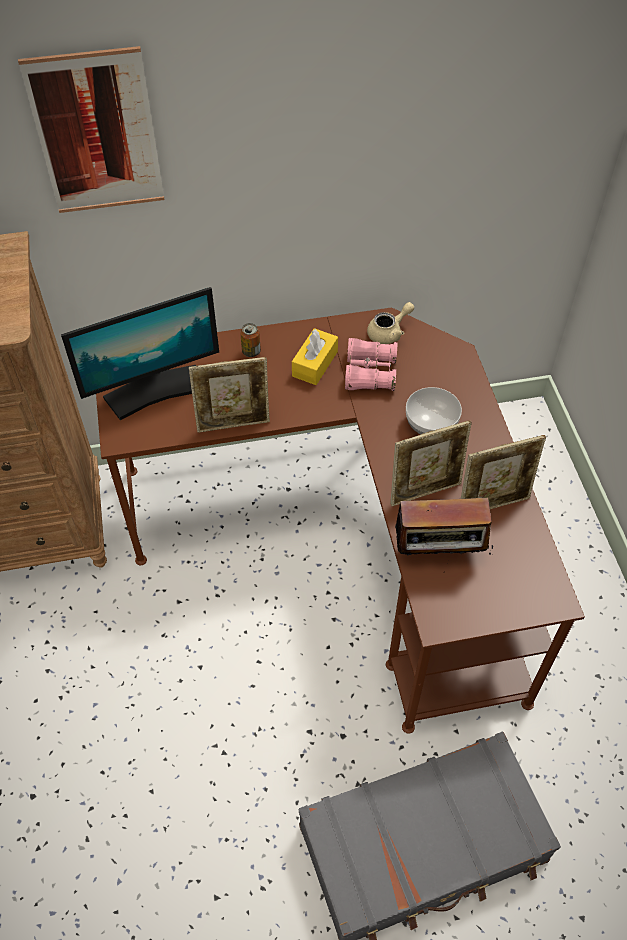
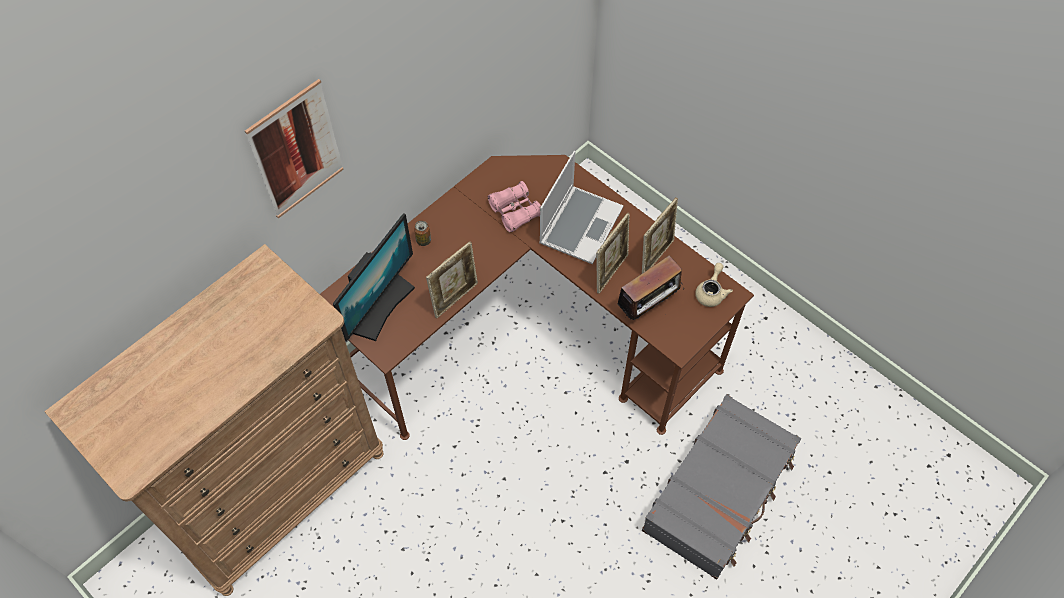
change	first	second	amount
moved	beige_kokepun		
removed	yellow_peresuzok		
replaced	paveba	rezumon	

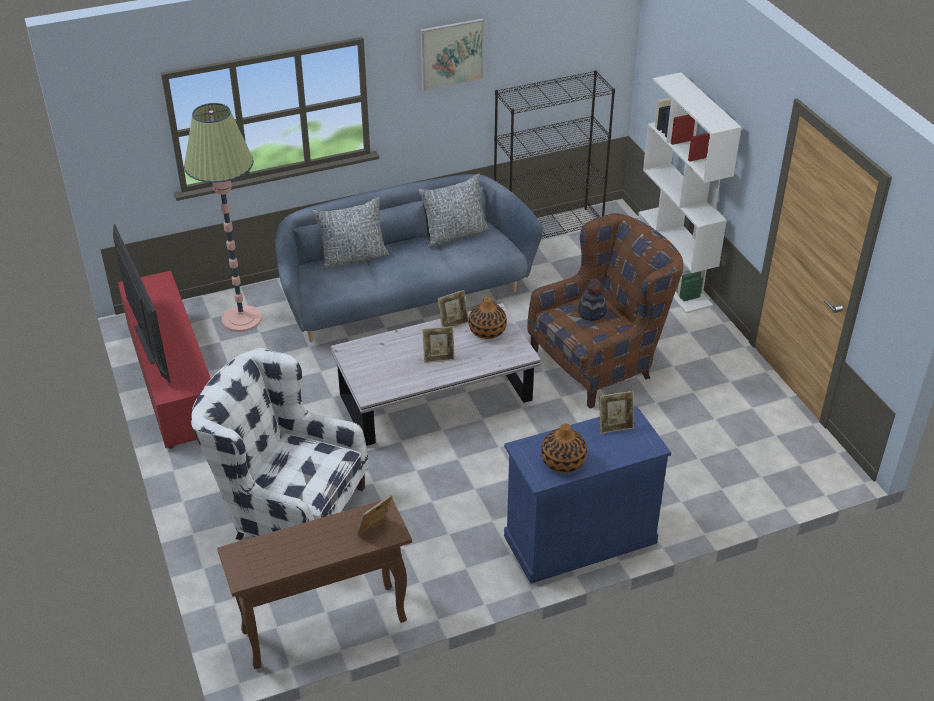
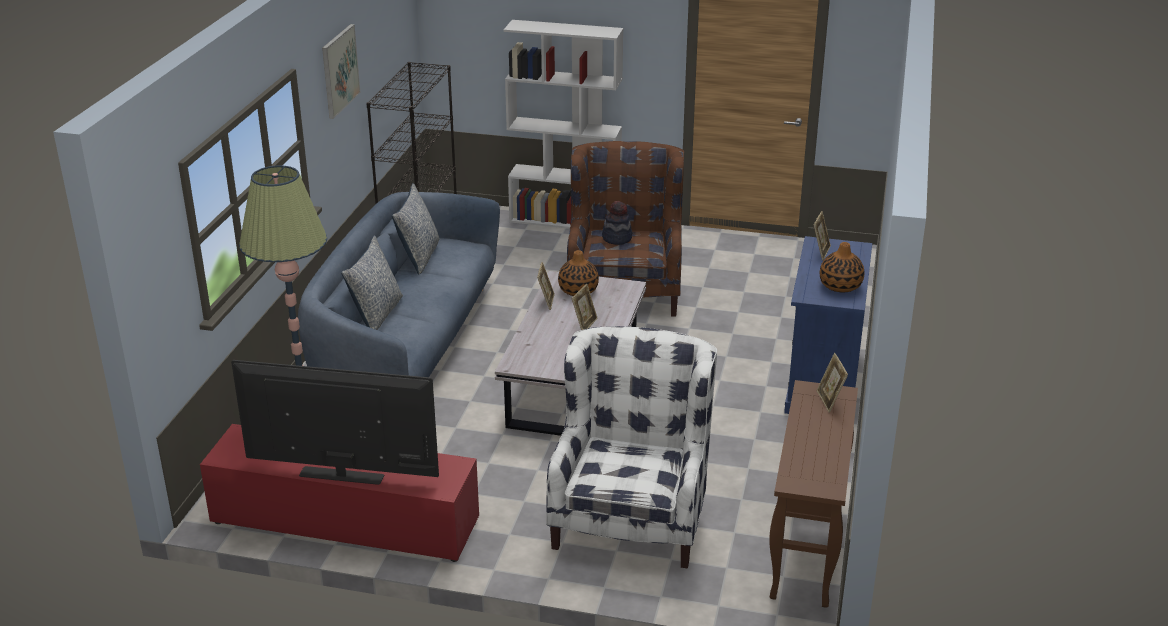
change	first	second	amount
turned	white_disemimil		135 degrees clockwise

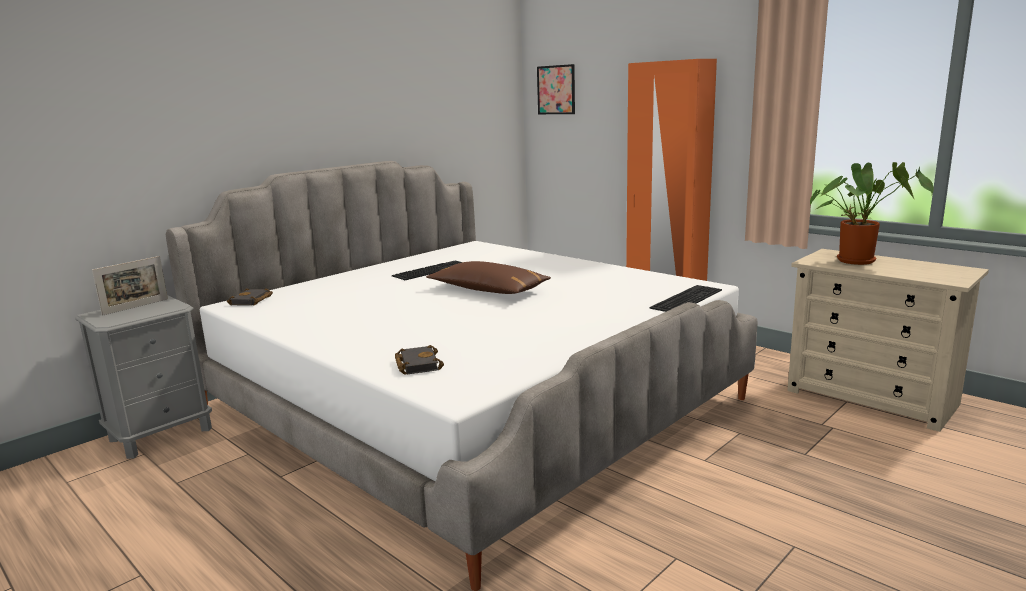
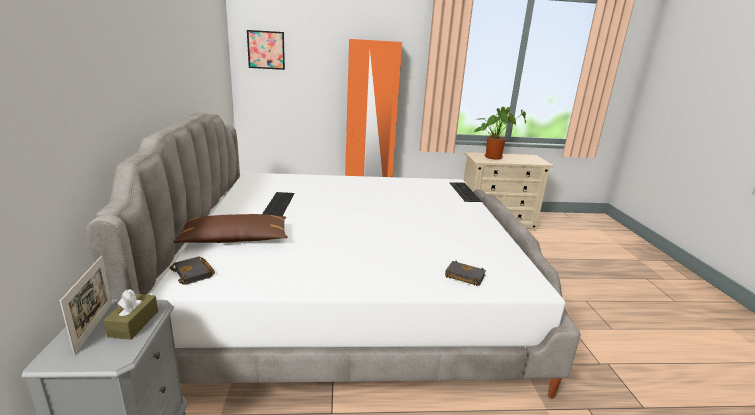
change	first	second	amount
moved	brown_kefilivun		
added		brown_peresuzok	

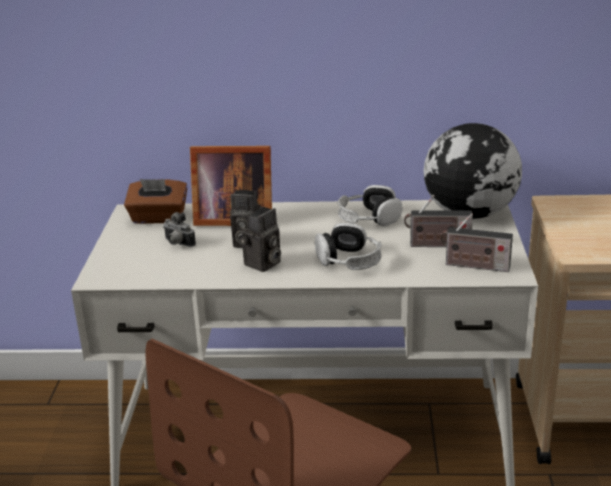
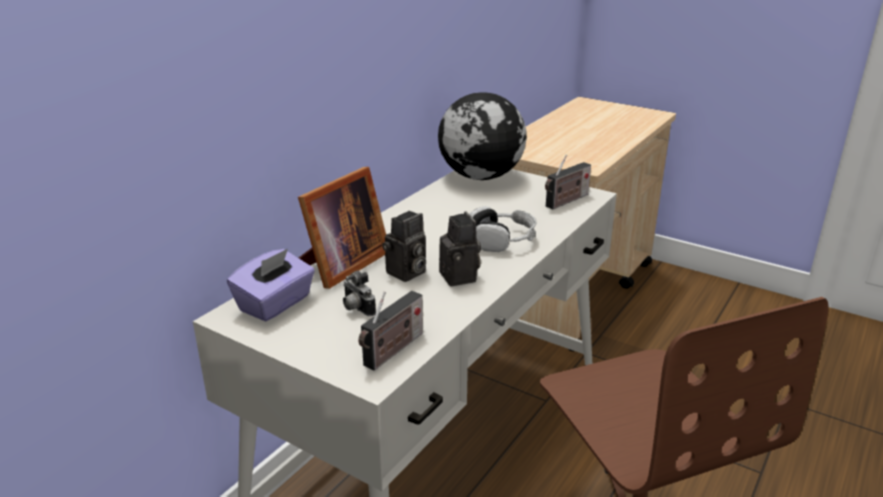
change	first	second	amount
recoloured	brown_peresuzok	purple_peresuzok	
removed	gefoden (2nd from left)		
moved	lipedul (1st from left)		
turned	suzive (1st from left)		75 degrees clockwise

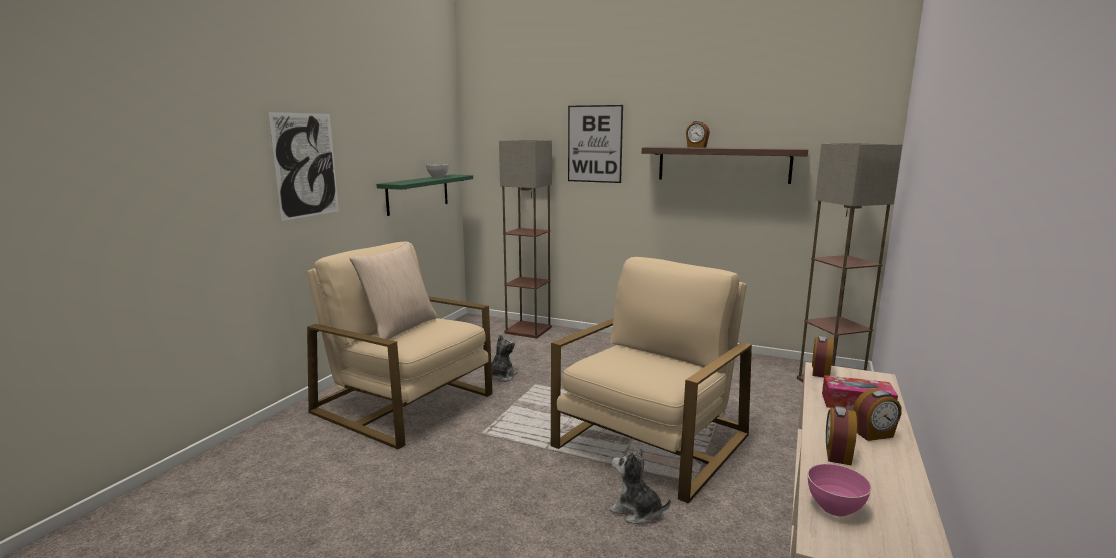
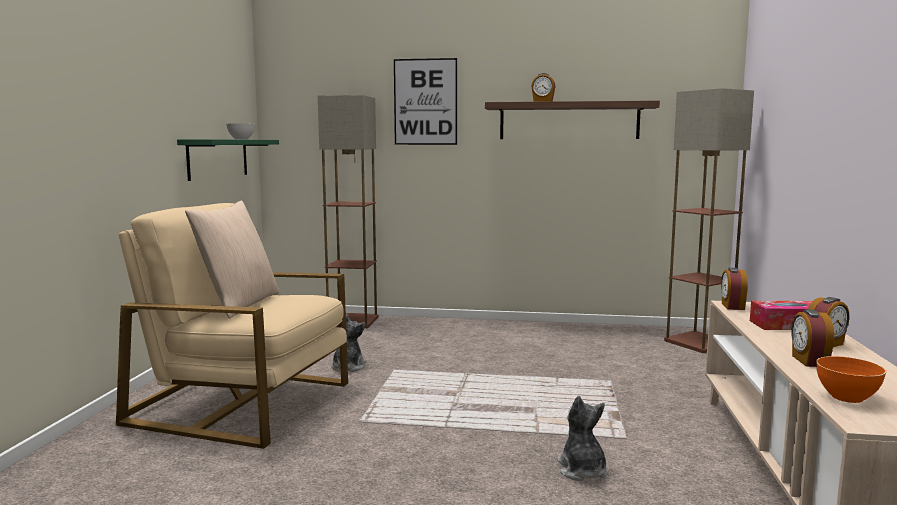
change	first	second	amount
removed	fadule (1st from left)		
removed	beige_disemimil (2nd from left)		
turned	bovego (2nd from left)		60 degrees clockwise
recoloured	pink_paveba	orange_paveba	

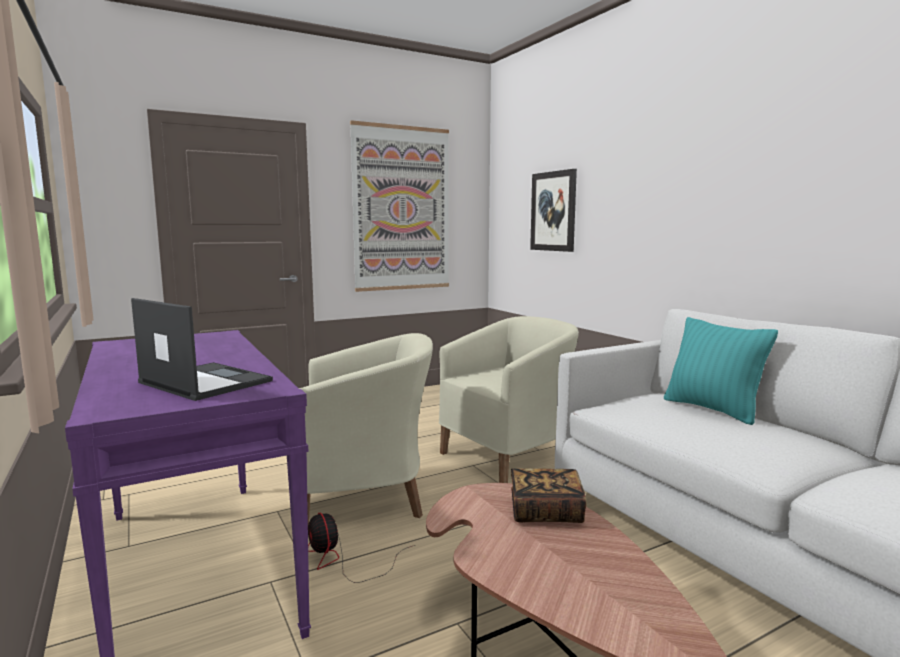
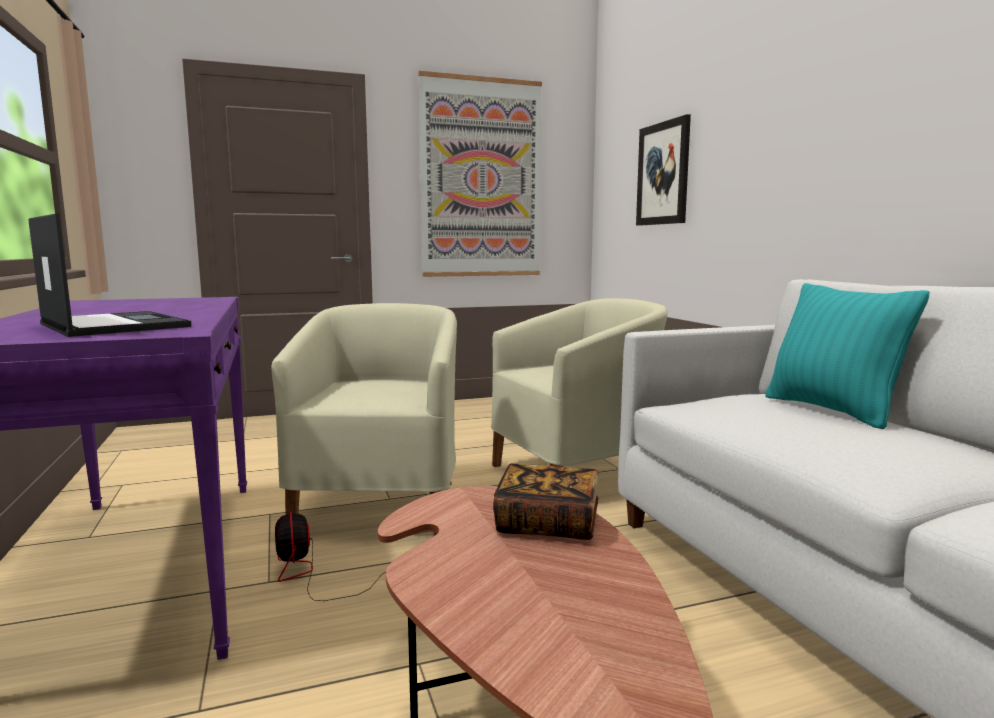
change	first	second	amount
turned	beige_disemimil (1st from left)		90 degrees counterclockwise

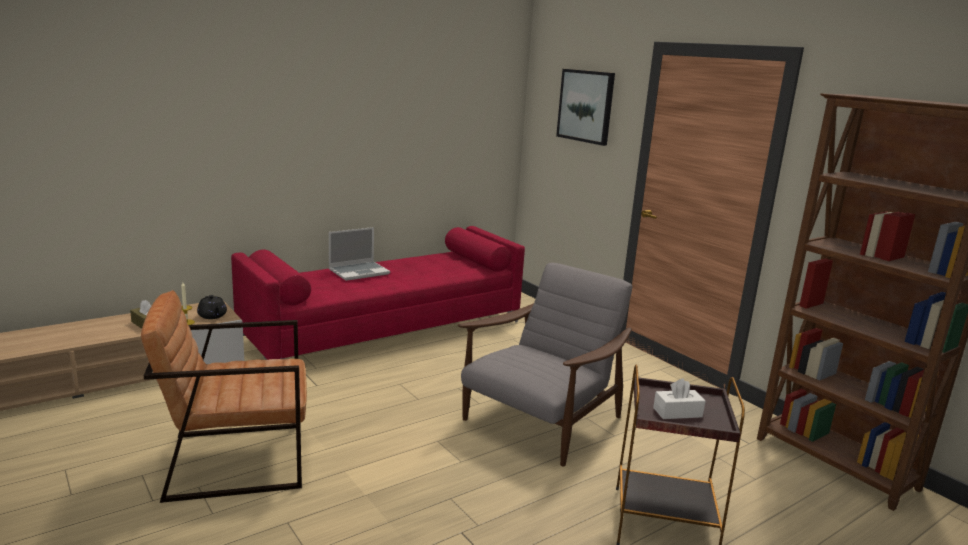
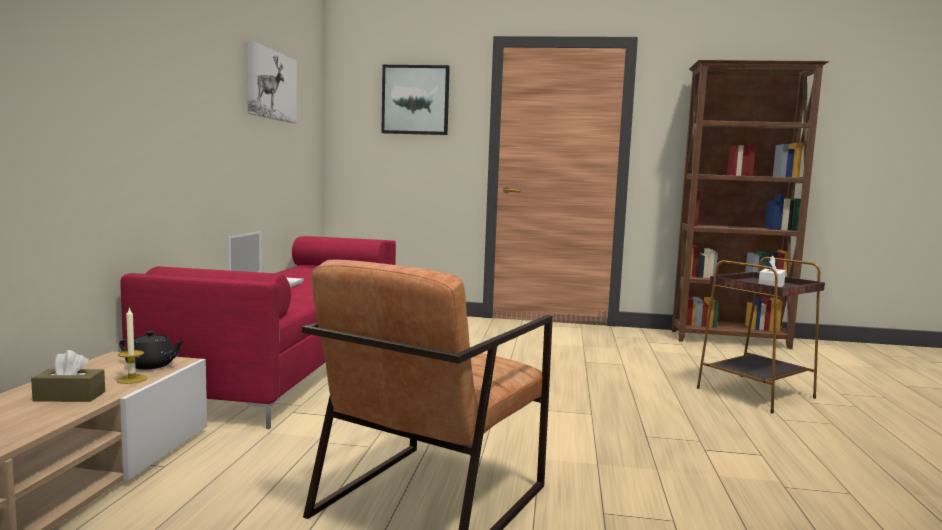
change	first	second	amount
removed	grey_disemimil		
added		fadule (1st from left)	

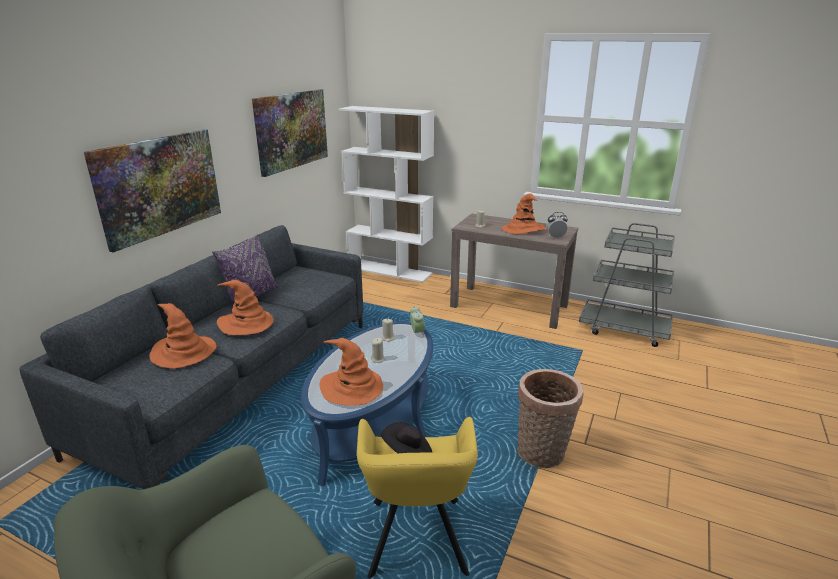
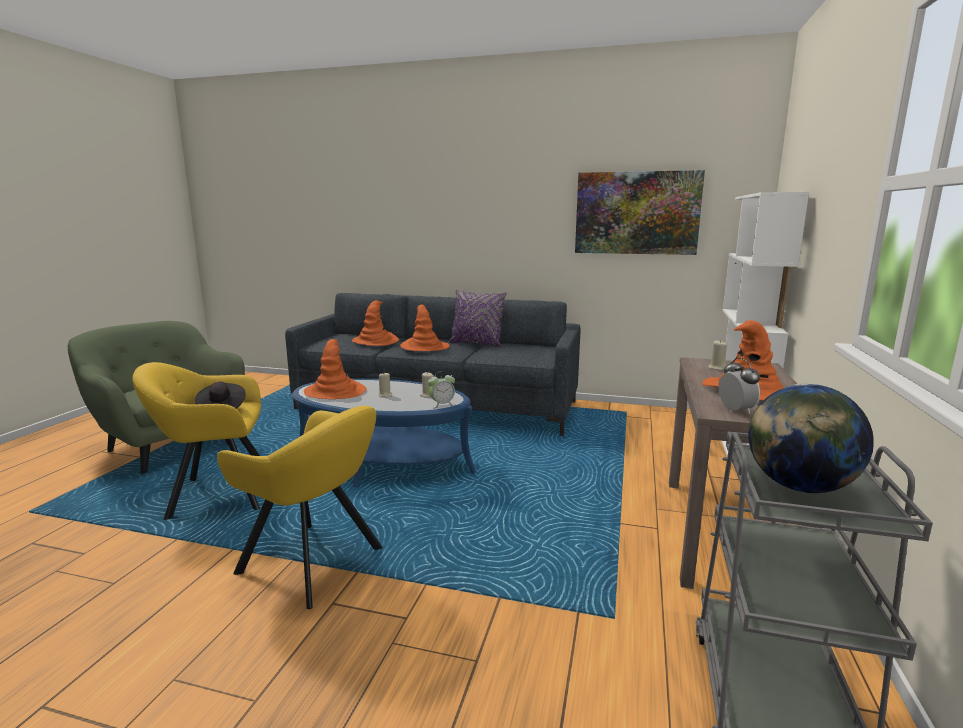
change	first	second	amount
removed	fadule (1st from left)		
replaced	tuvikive	yellow_disemimil (2nd from left)	
added		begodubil	

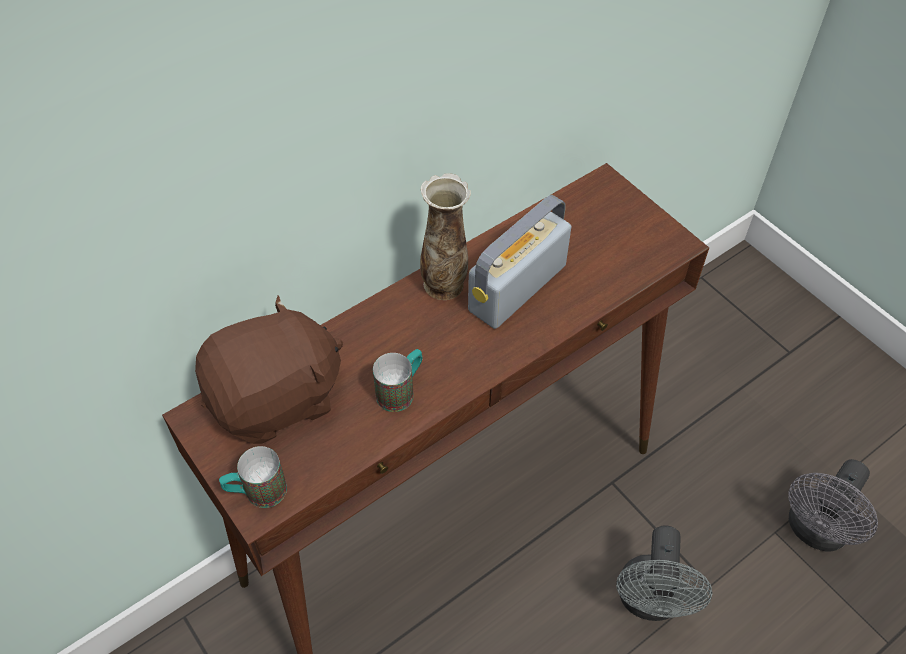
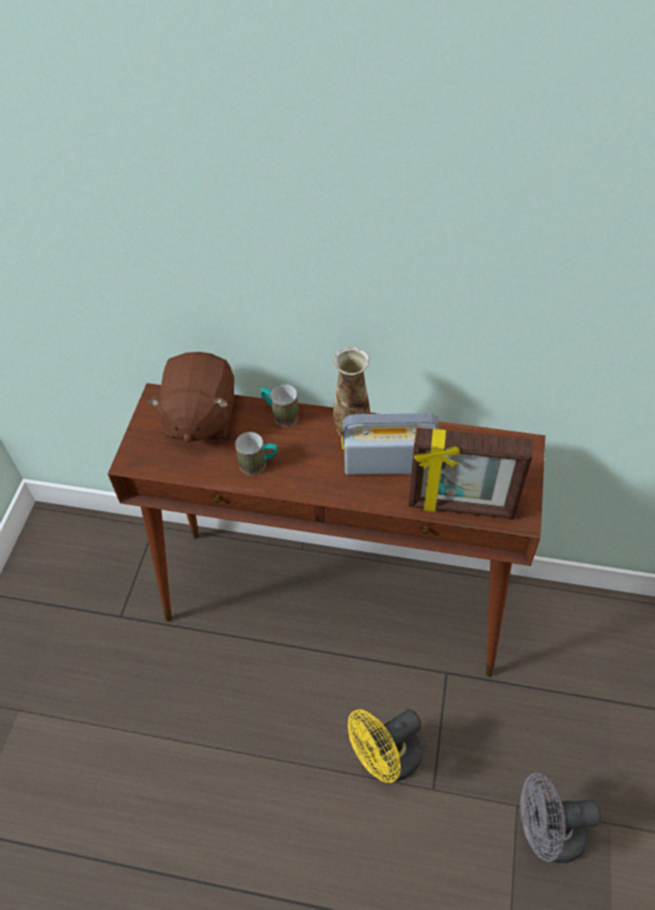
change	first	second	amount
turned	brown_bovego		75 degrees clockwise
moved	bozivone (1st from left in the first image)	bozivone (2nd from left)	
recoloured	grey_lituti (1st from left)	yellow_lituti	
added		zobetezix	

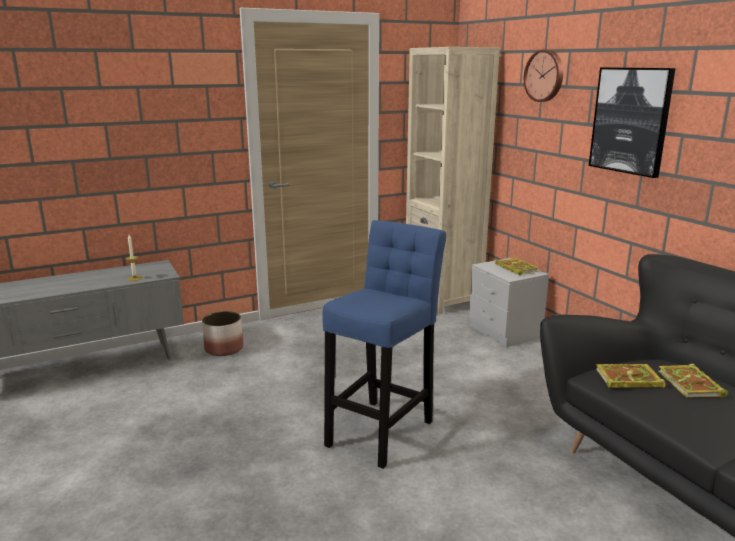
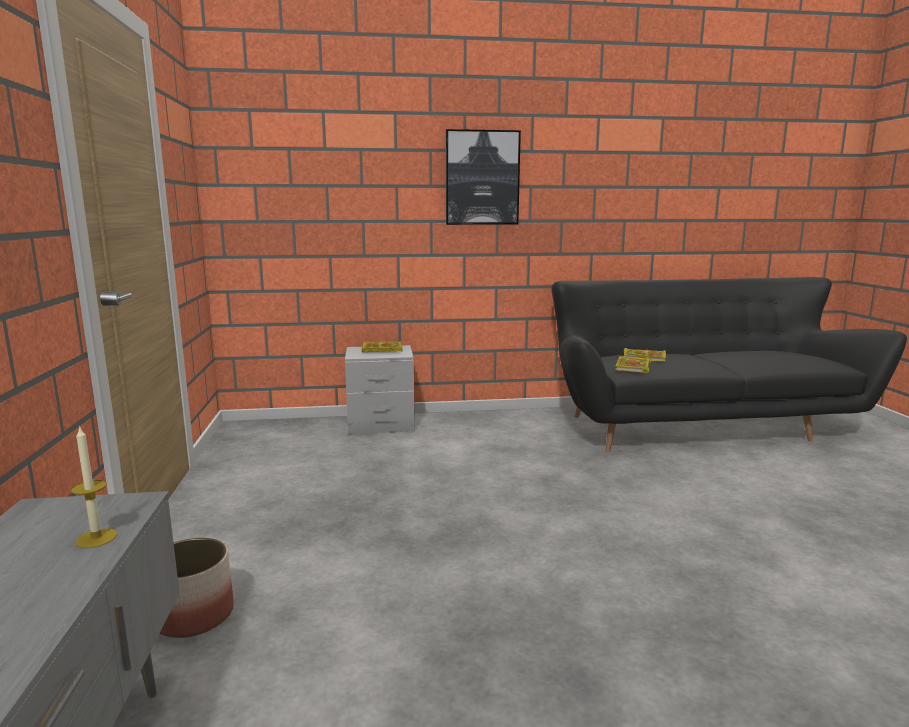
change	first	second	amount
removed	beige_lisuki		
removed	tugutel		
removed	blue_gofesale		

